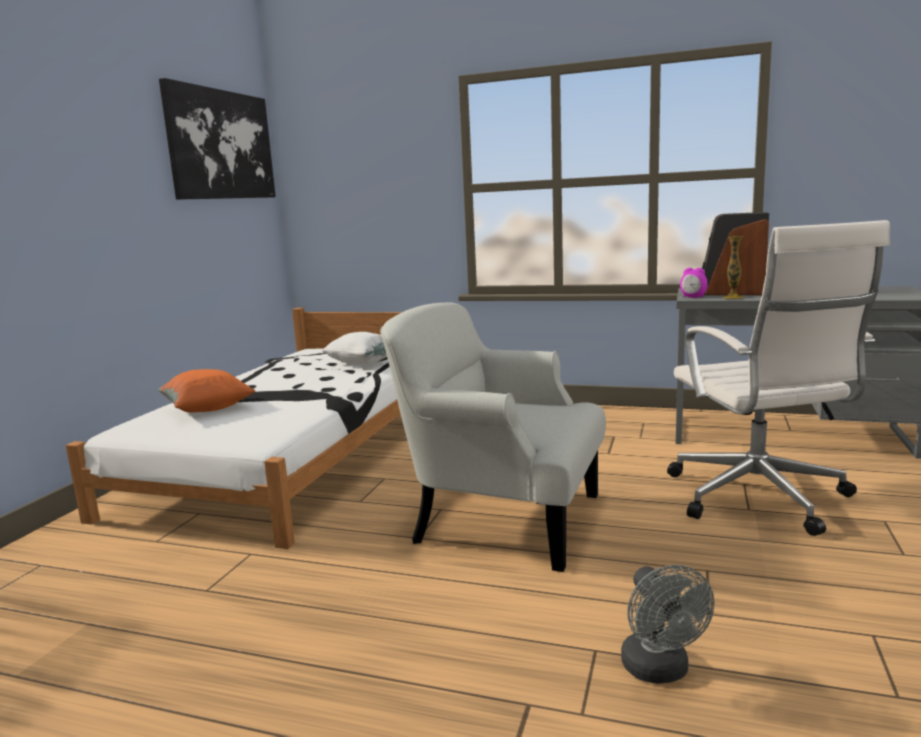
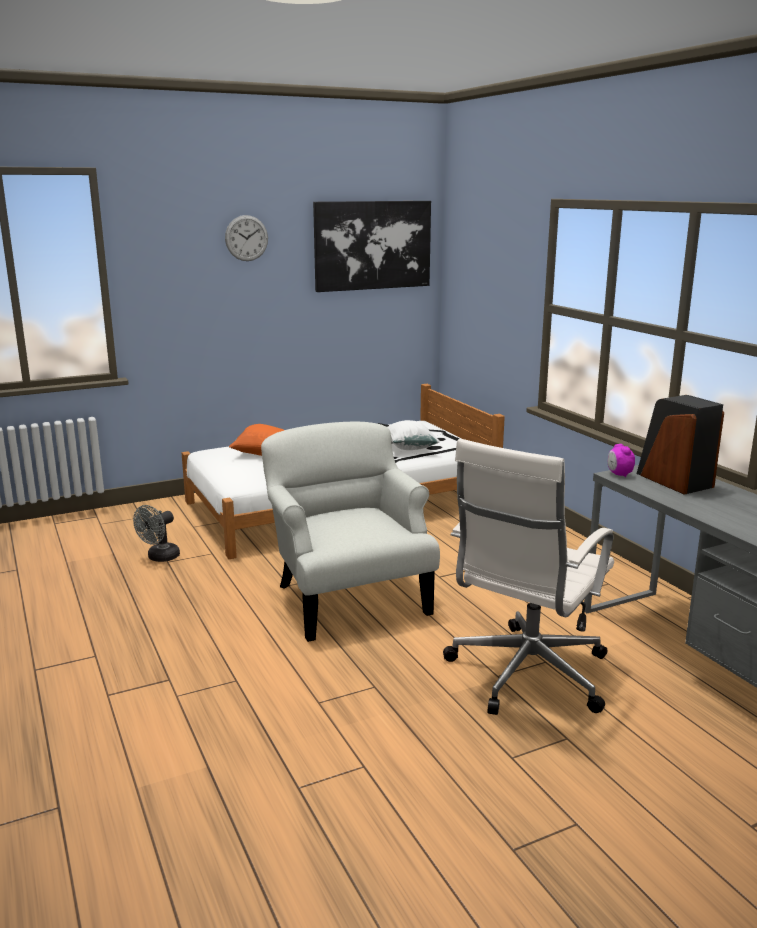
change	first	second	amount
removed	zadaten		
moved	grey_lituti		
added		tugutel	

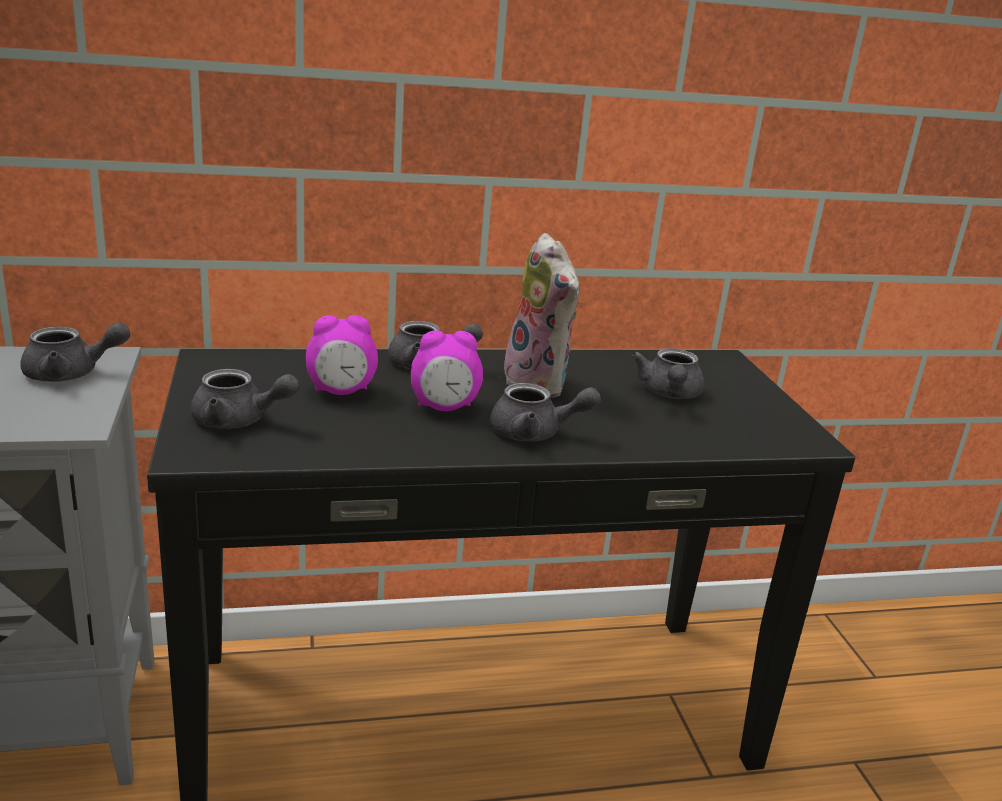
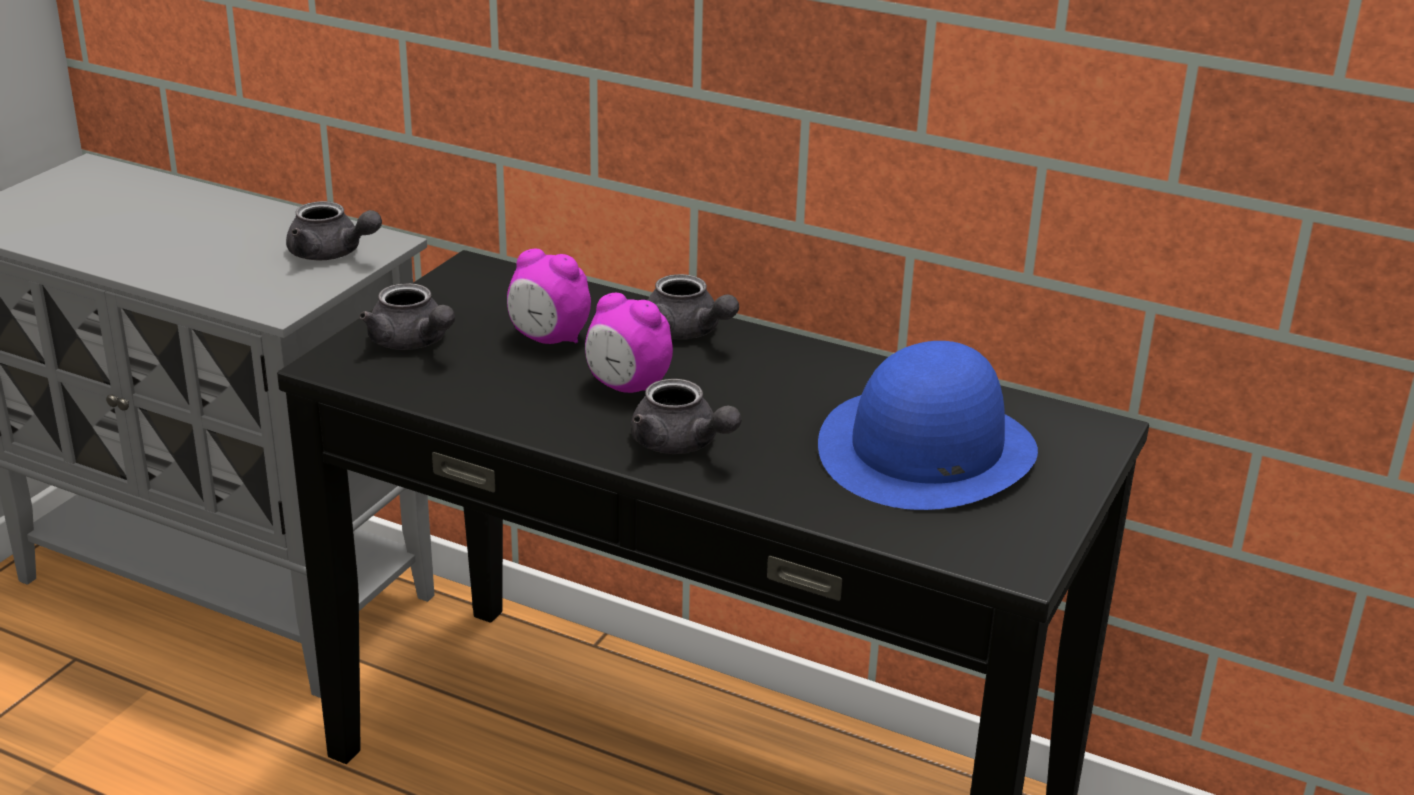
change	first	second	amount
removed	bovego		
replaced	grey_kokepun (5th from left)	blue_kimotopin	

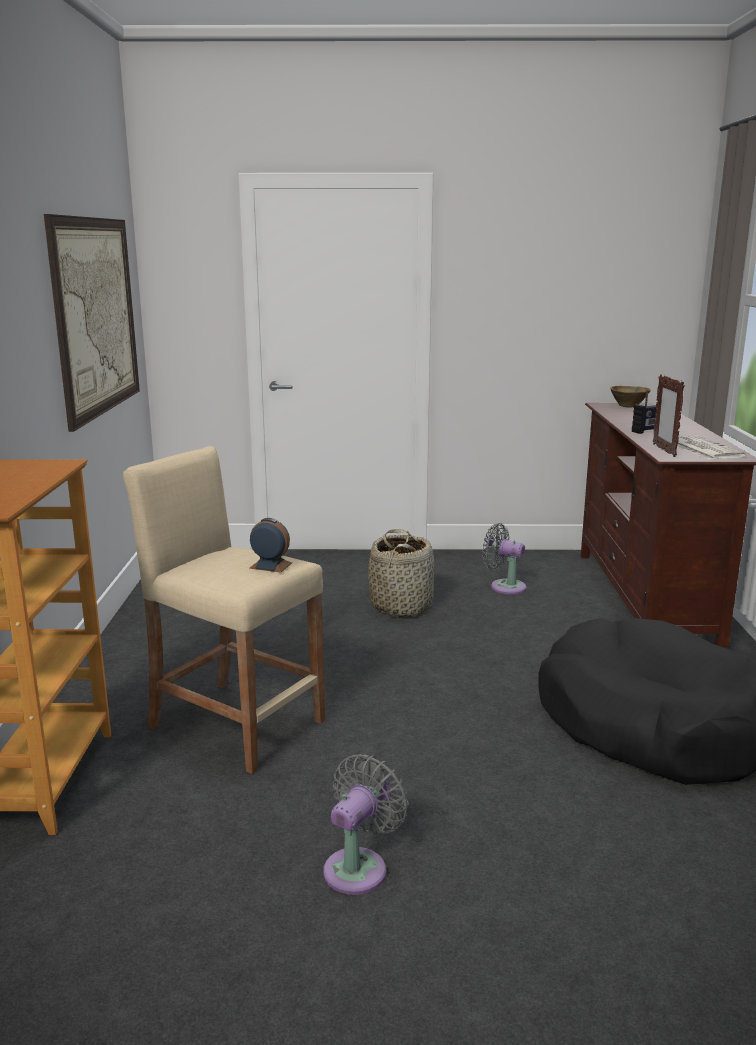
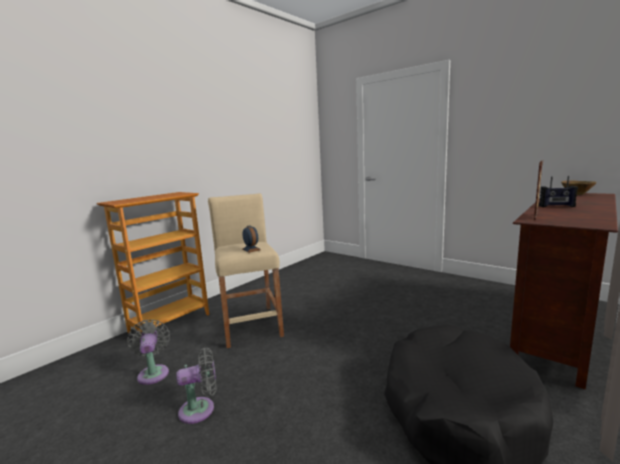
change	first	second	amount
removed	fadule		
removed	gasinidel		
moved	grey_lituti (2nd from left in the first image)	grey_lituti (1st from left)	
removed	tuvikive		

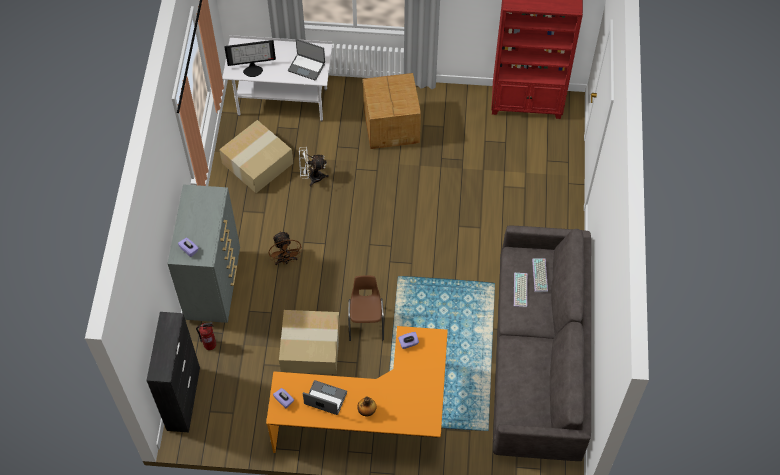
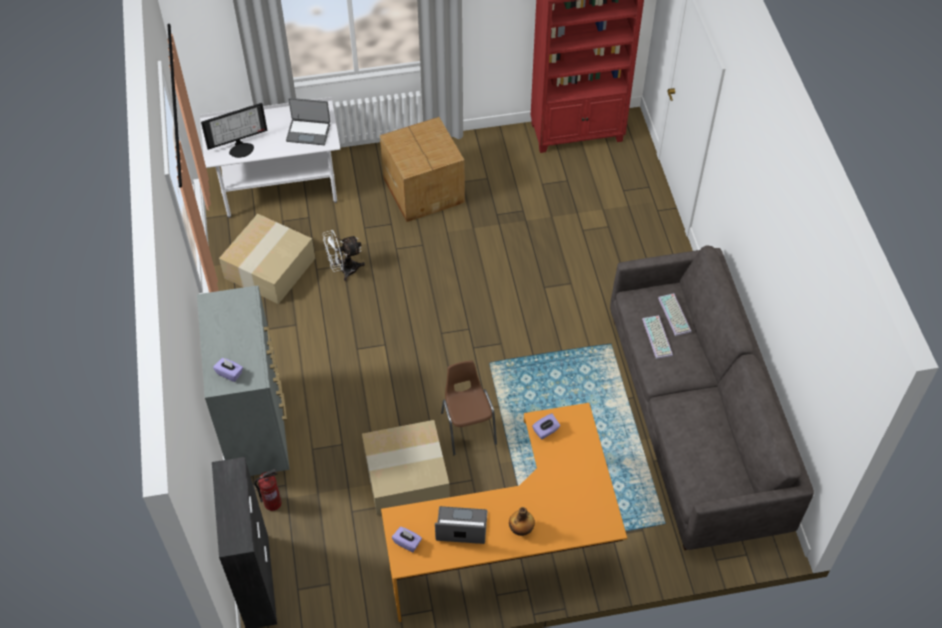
change	first	second	amount
removed	brown_lituti		

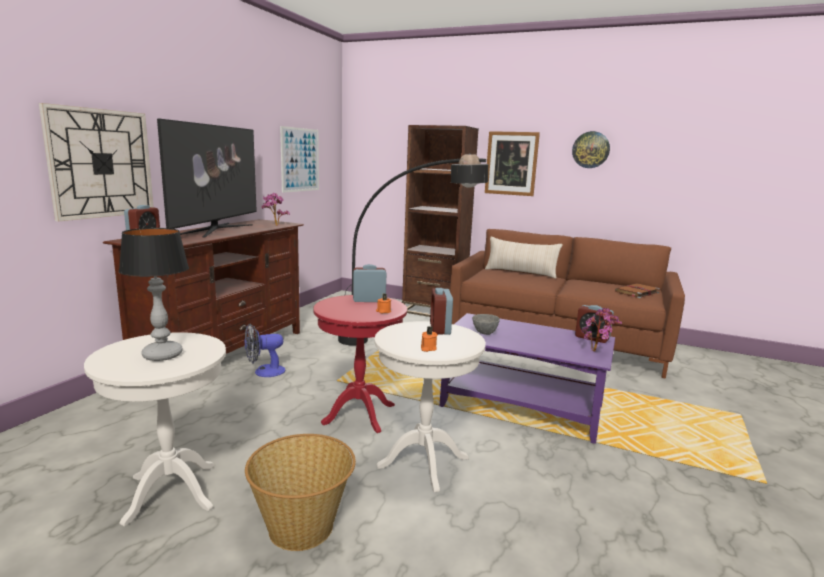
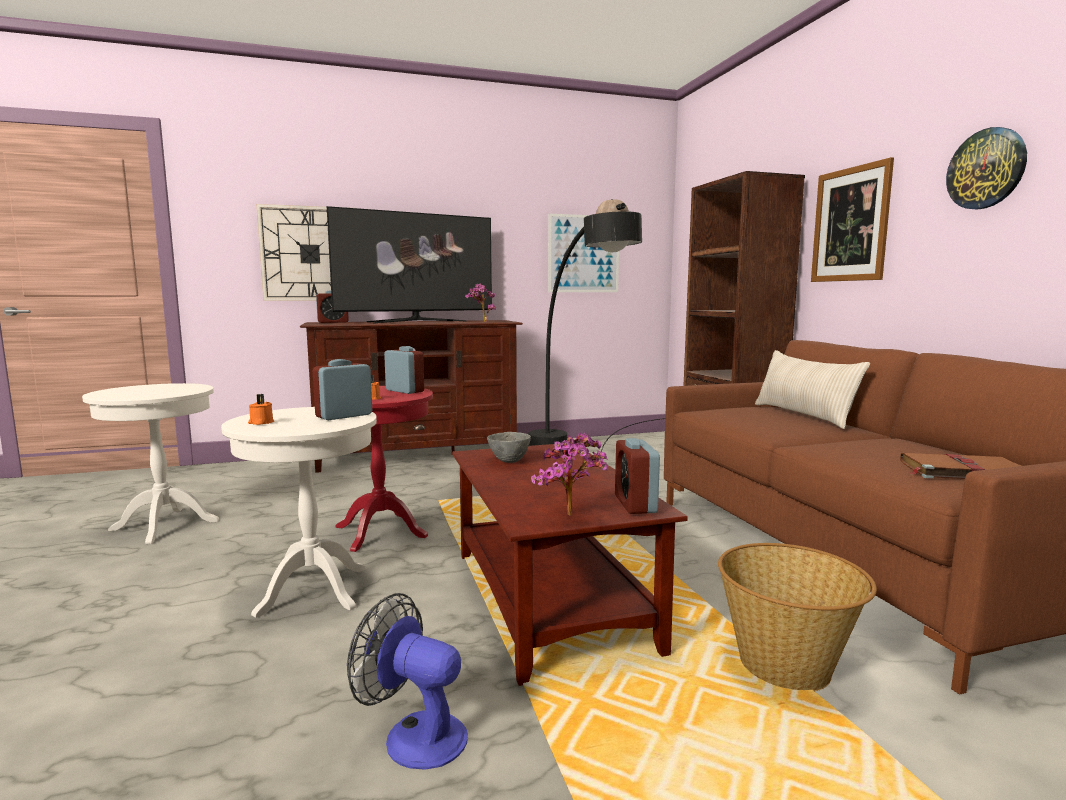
change	first	second	amount
removed	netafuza		
recoloured	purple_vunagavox	brown_vunagavox	
moved	lituti		
moved	tuvikive		

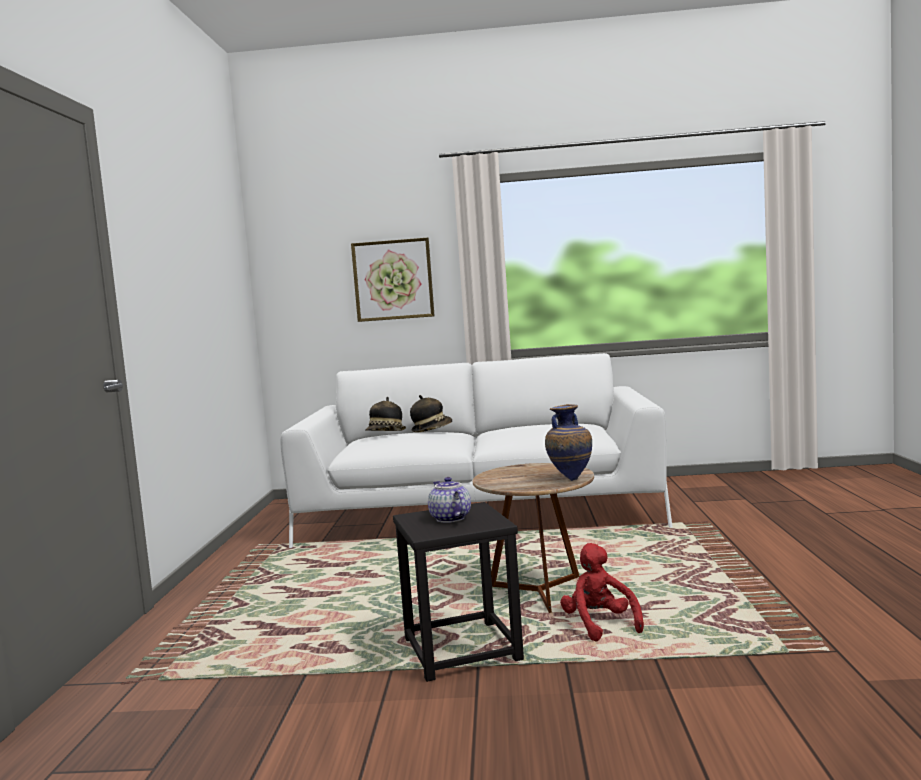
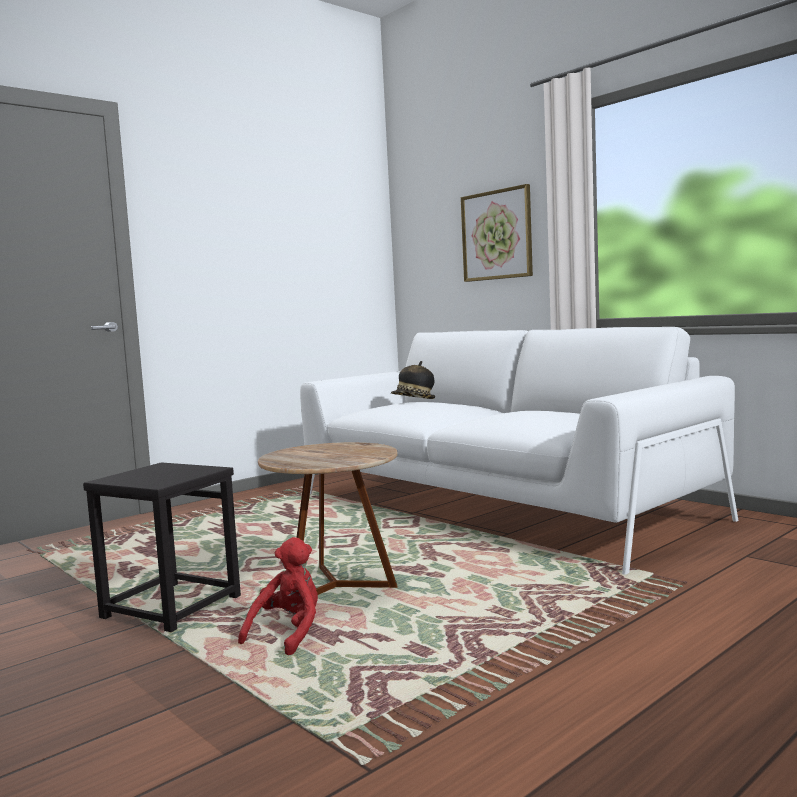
change	first	second	amount
removed	kimotopin (2nd from left)		
removed	zadaten		
removed	kokepun		

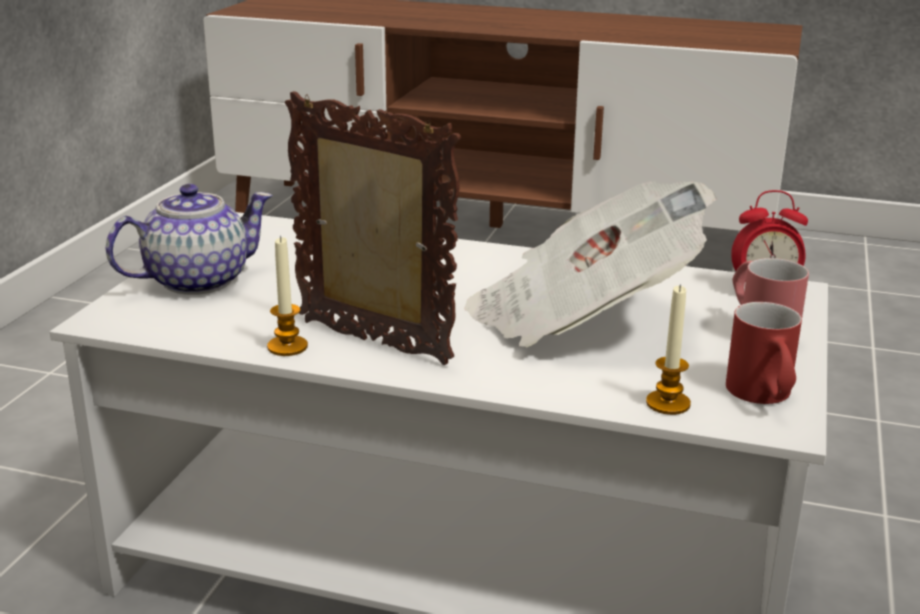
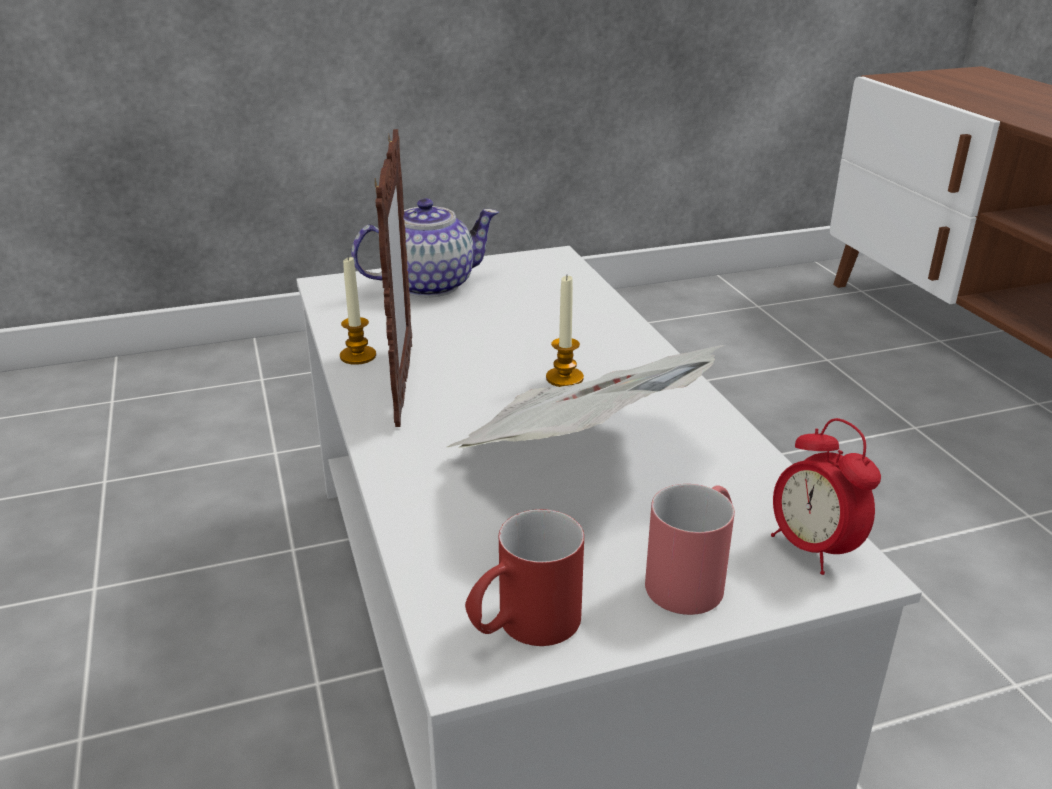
change	first	second	amount
turned	kokepun		45 degrees counterclockwise
moved	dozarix (2nd from left)		

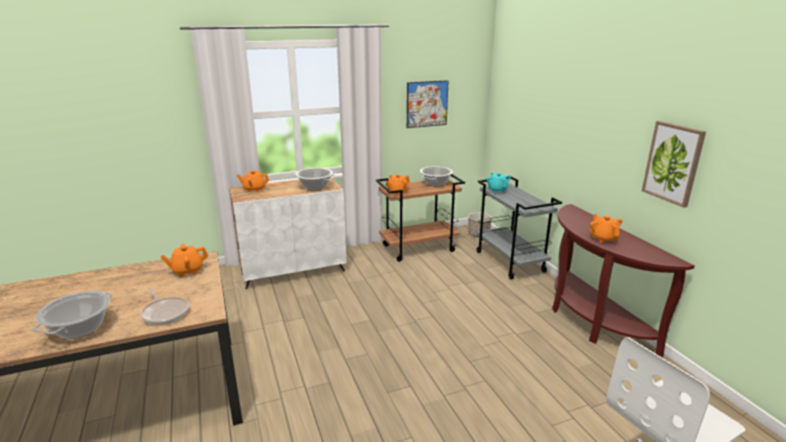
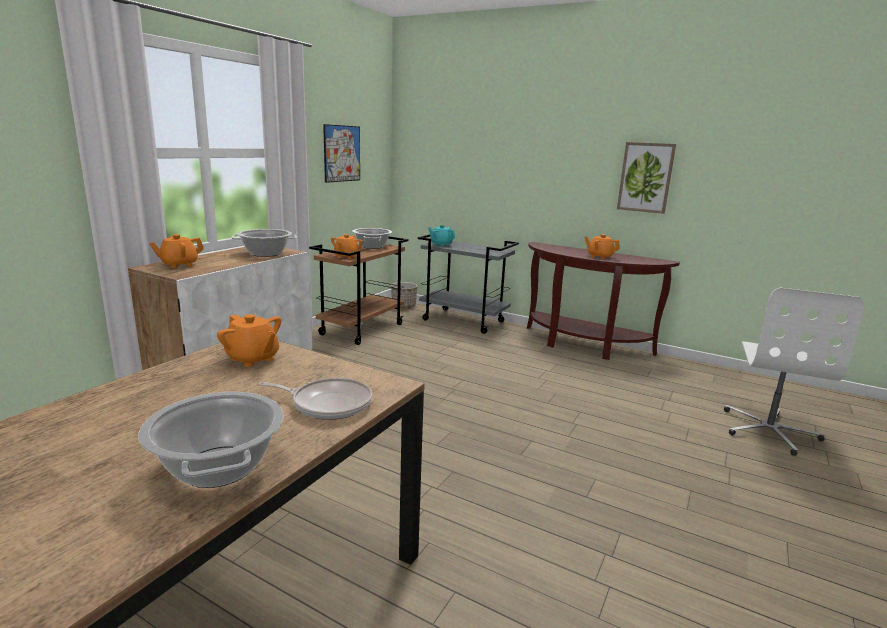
change	first	second	amount
turned	orange_kokepun (1st from left in the first image)	orange_kokepun (2nd from left)	75 degrees counterclockwise

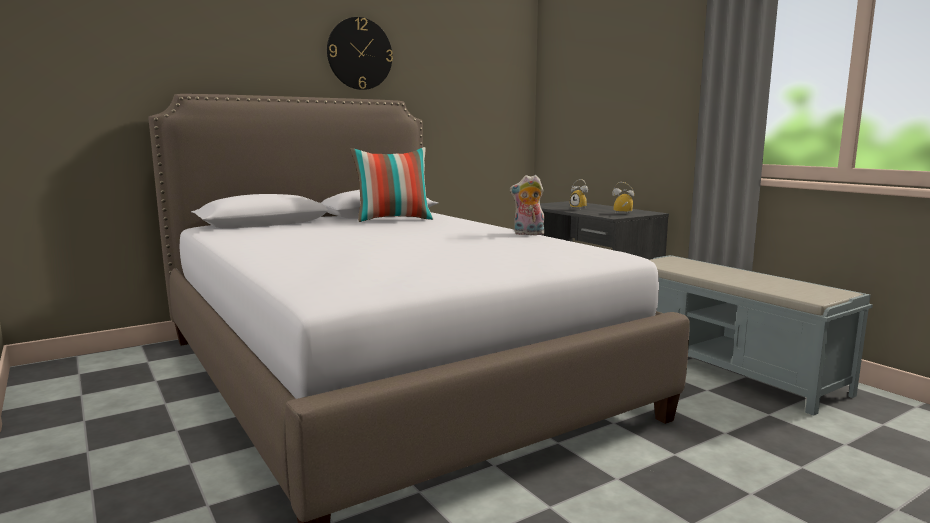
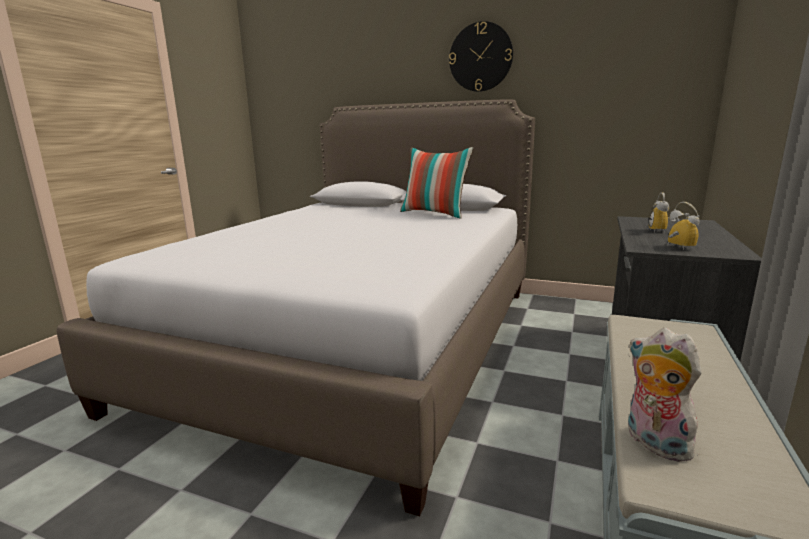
change	first	second	amount
moved	bovego		

